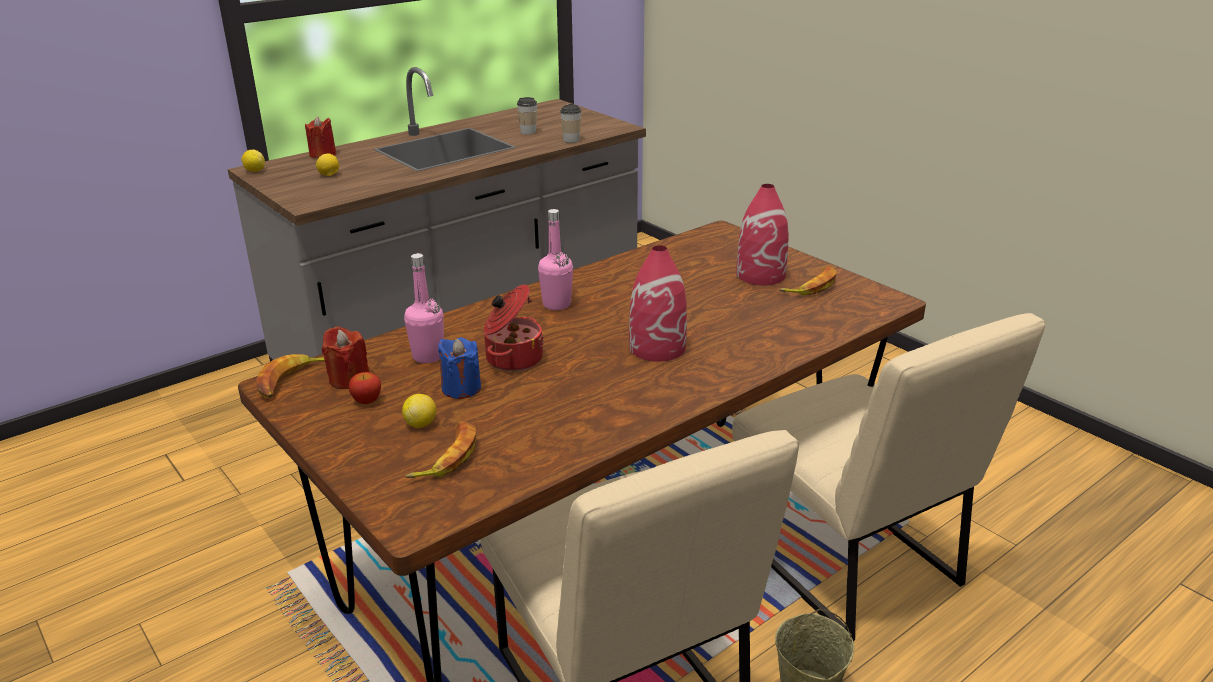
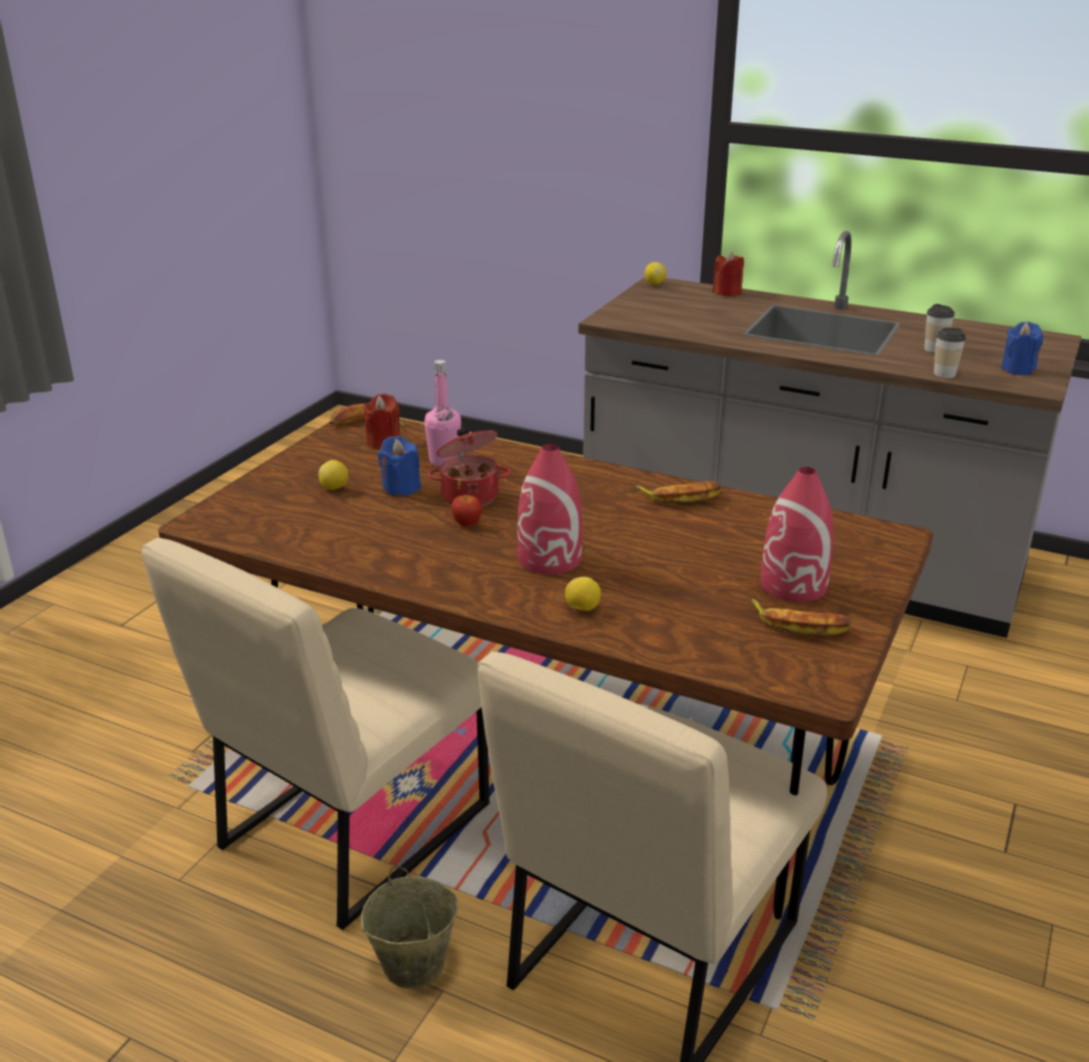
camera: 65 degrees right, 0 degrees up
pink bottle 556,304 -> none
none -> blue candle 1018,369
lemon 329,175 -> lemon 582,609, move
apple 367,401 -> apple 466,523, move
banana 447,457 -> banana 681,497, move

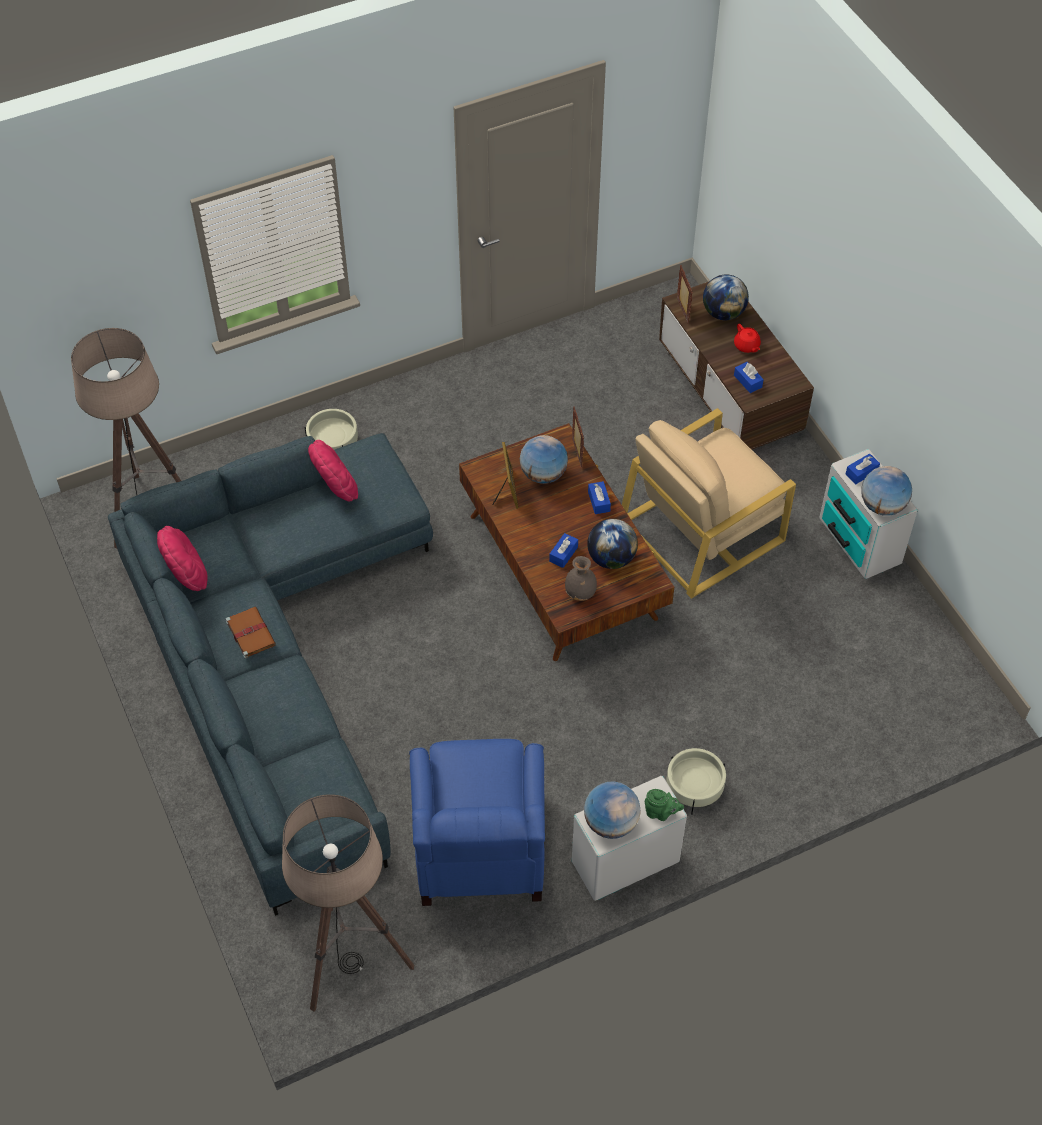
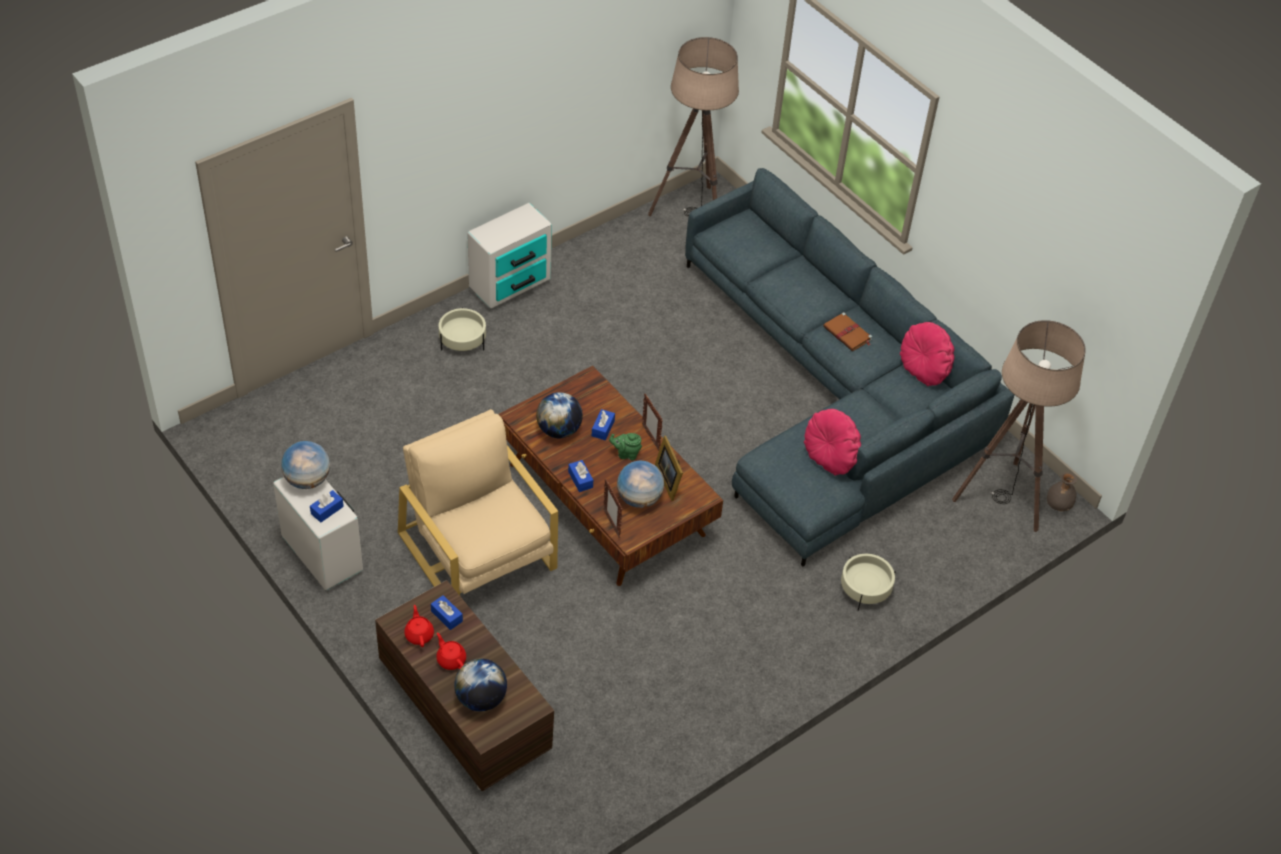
camera: 165 degrees right, 5 degrees down
blue armchair 480,848 -> none
globe 610,823 -> none
none -> red teapot 419,634
grey vase 581,593 -> grey vase 1057,505, move
green teapot 661,813 -> green teapot 626,454, move
picture frame 682,311 -> picture frame 650,437, move
beige armchair 702,529 -> beige armchair 478,551, 75 degrees counterclockwise

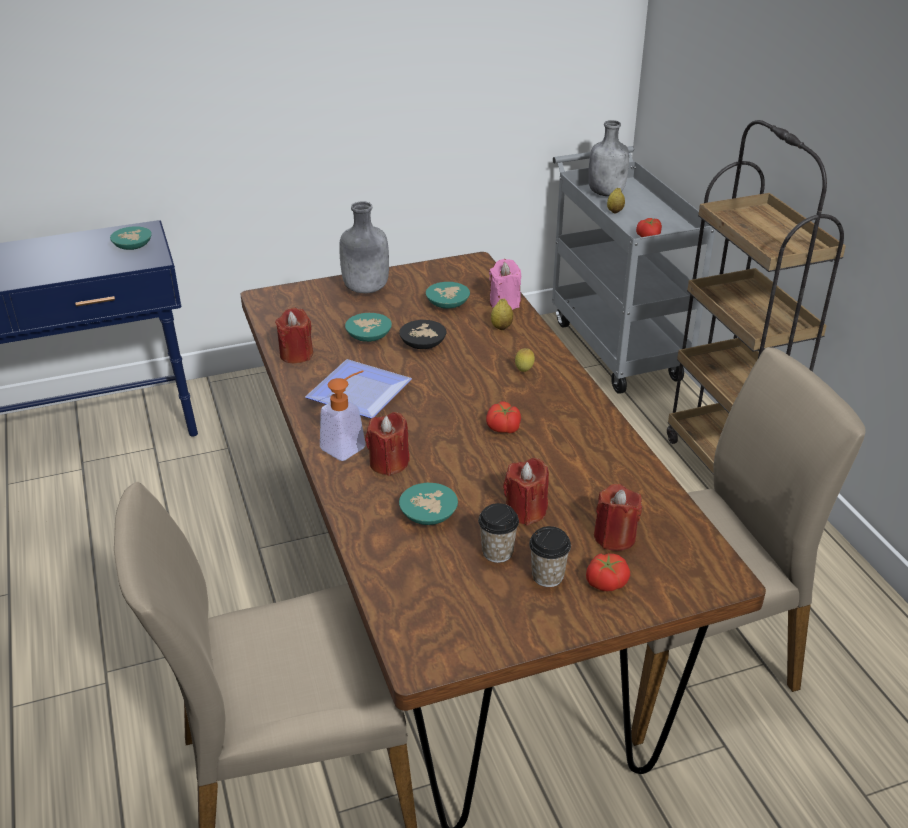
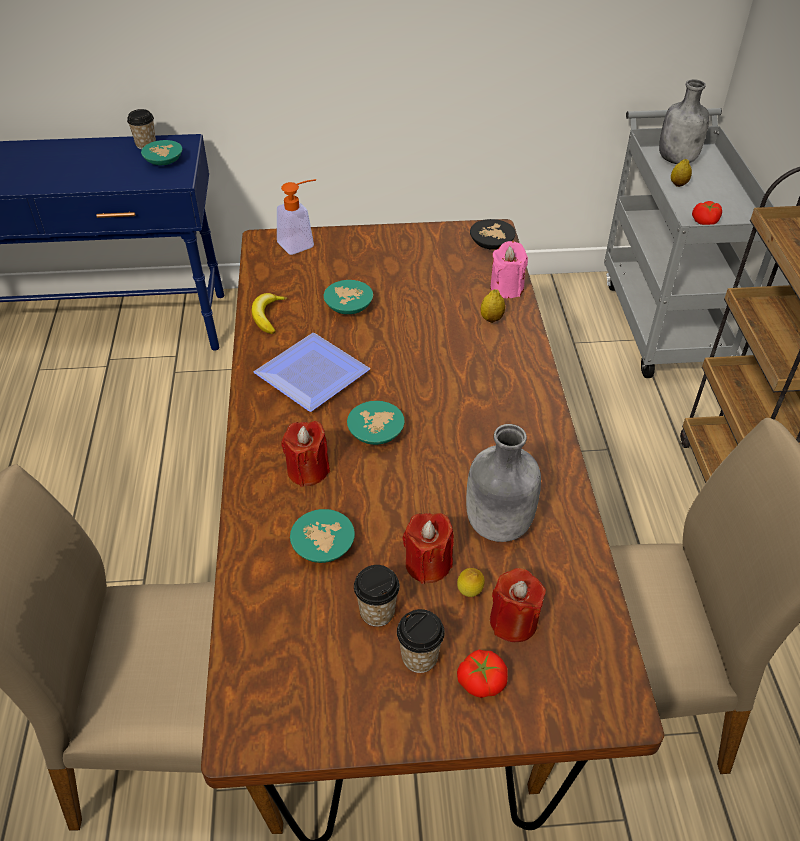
camera: 15 degrees right, 10 degrees up
tomato 503,428 -> none
none -> cup 146,144
soap dispenser 348,445 -> soap dispenser 301,243, move
grey bottle 365,289 -> grey bottle 497,525, move
black bowl 424,344 -> black bowl 493,244, move
turquoise bowl 449,303 -> turquoise bowl 378,432, move
lemon 524,371 -> lemon 469,593, move
red candle 296,354 -> banana 268,316

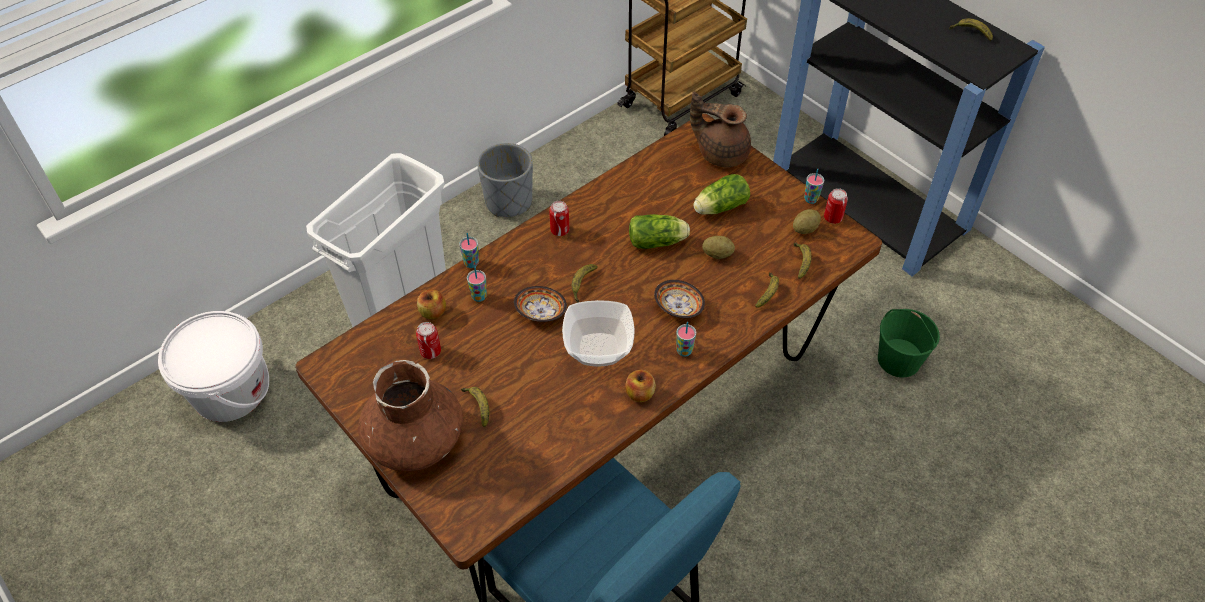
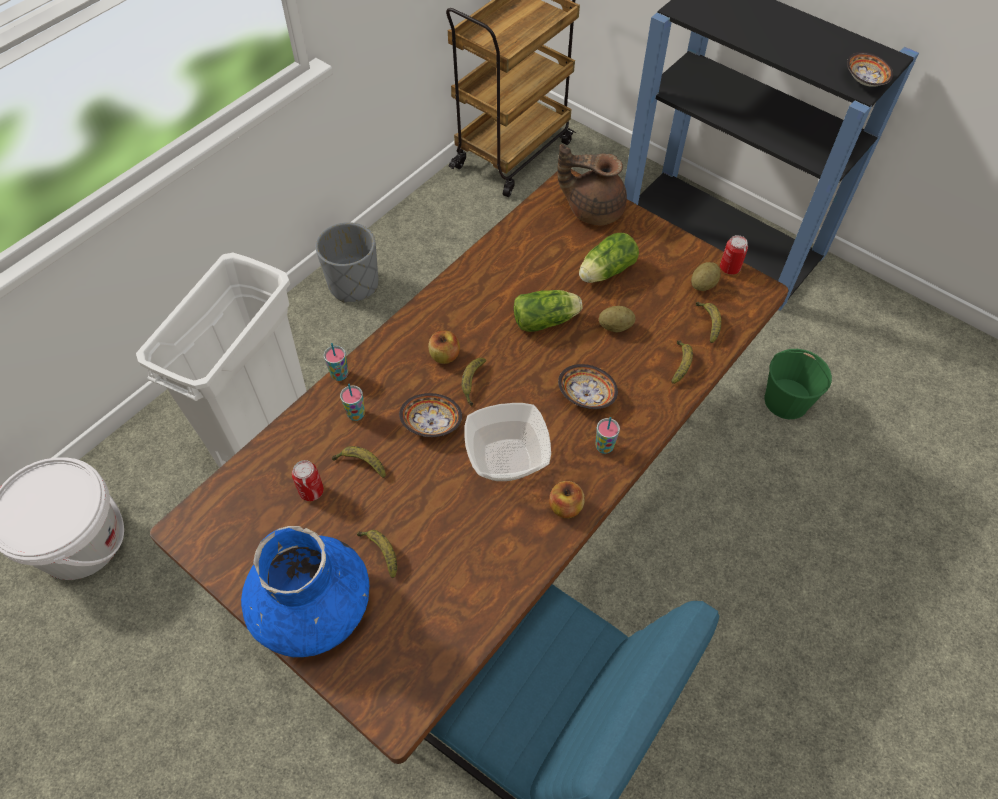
camera: 10 degrees left, 5 degrees up
can 560,230 -> none
cup 811,199 -> none
none -> bowl 864,81
apple 433,312 -> apple 444,356, move
banana 971,33 -> banana 361,464, move
brown vase 415,441 -> blue vase 313,608

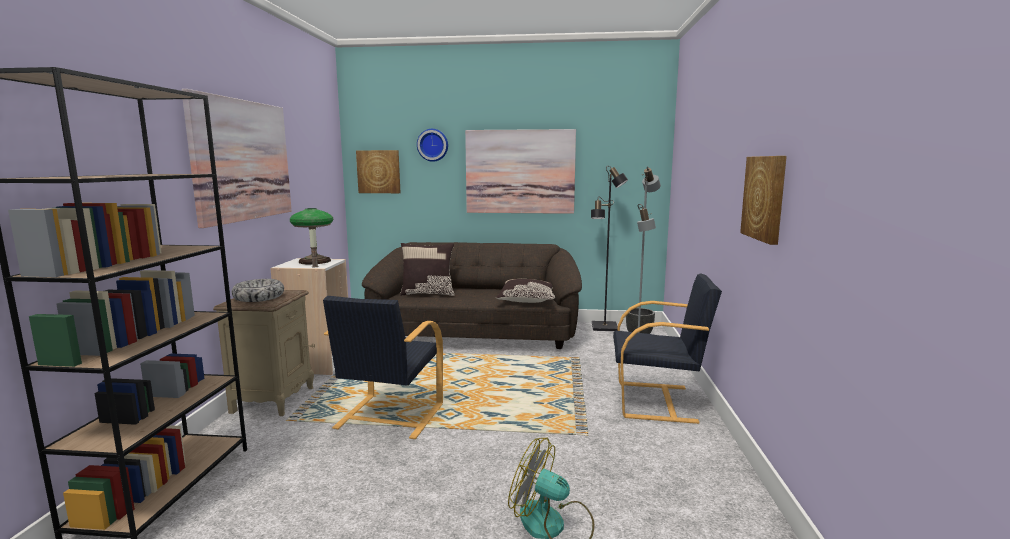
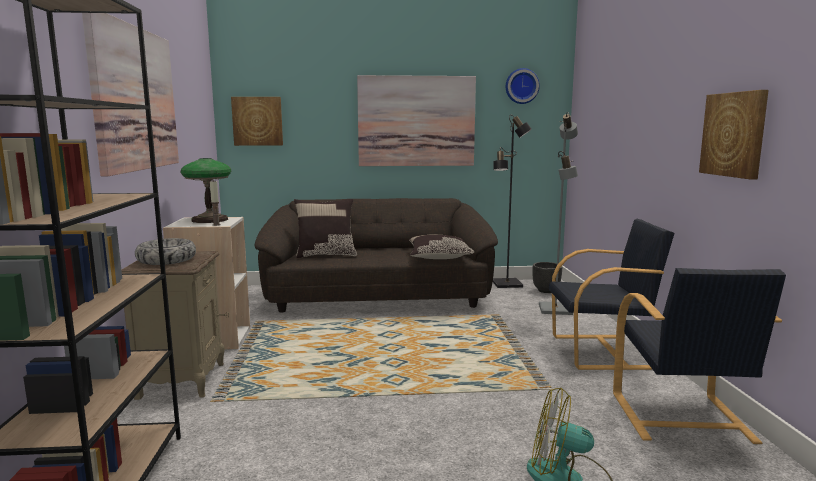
camera: 10 degrees left, 0 degrees up
black armchair 388,417 -> black armchair 681,418, move
wall clock 433,145 -> wall clock 521,86, move

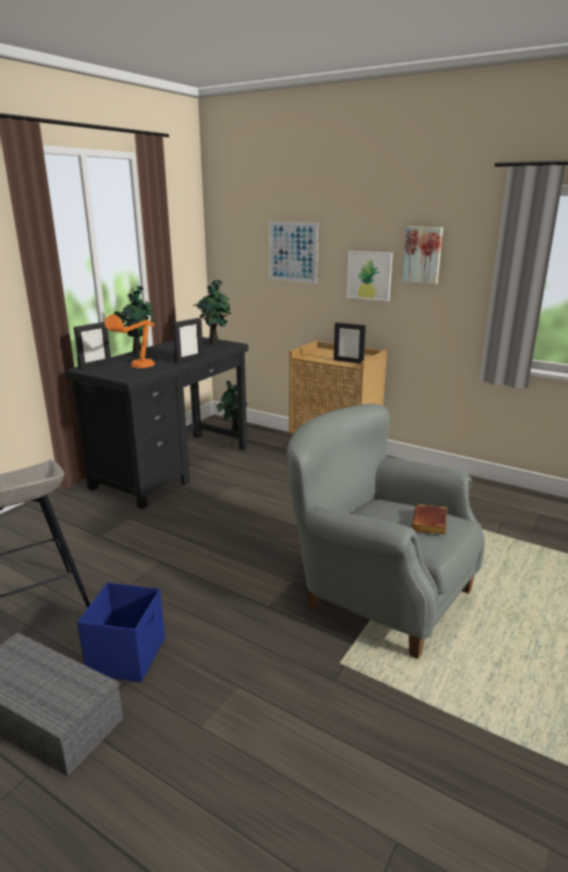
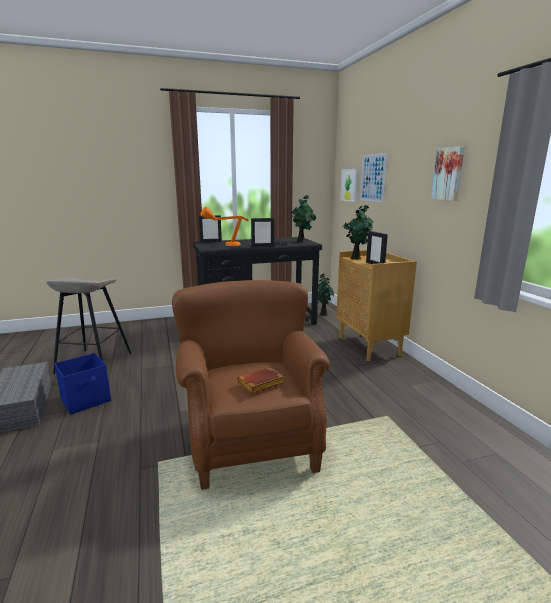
camera: 40 degrees right, 5 degrees down
potted plant 138,355 -> potted plant 356,258, move
picture 369,275 -> picture 349,185, move
grey armchair 378,593 -> brown armchair 251,438

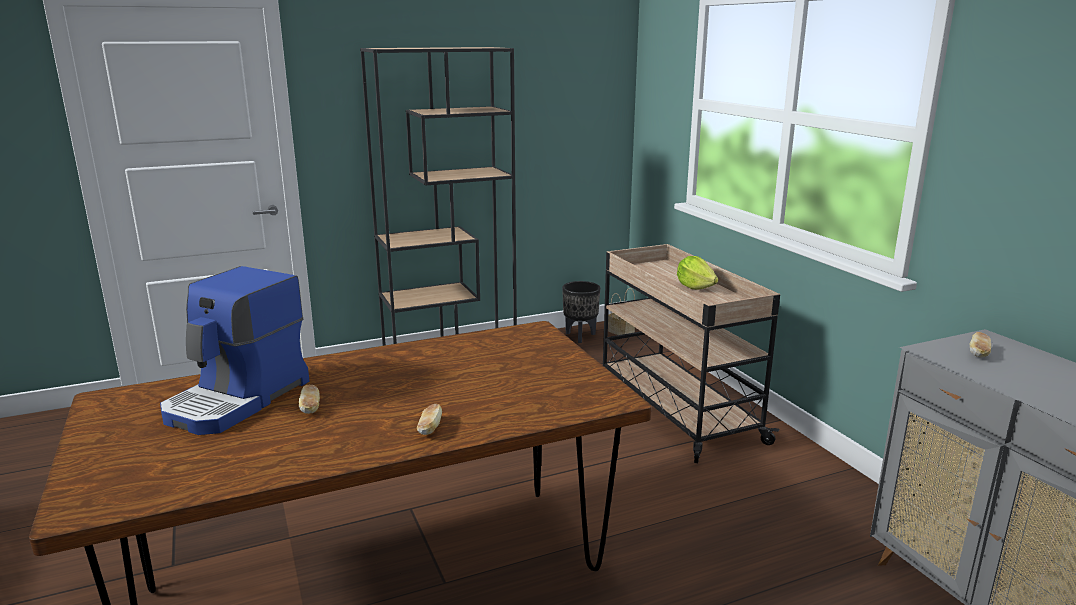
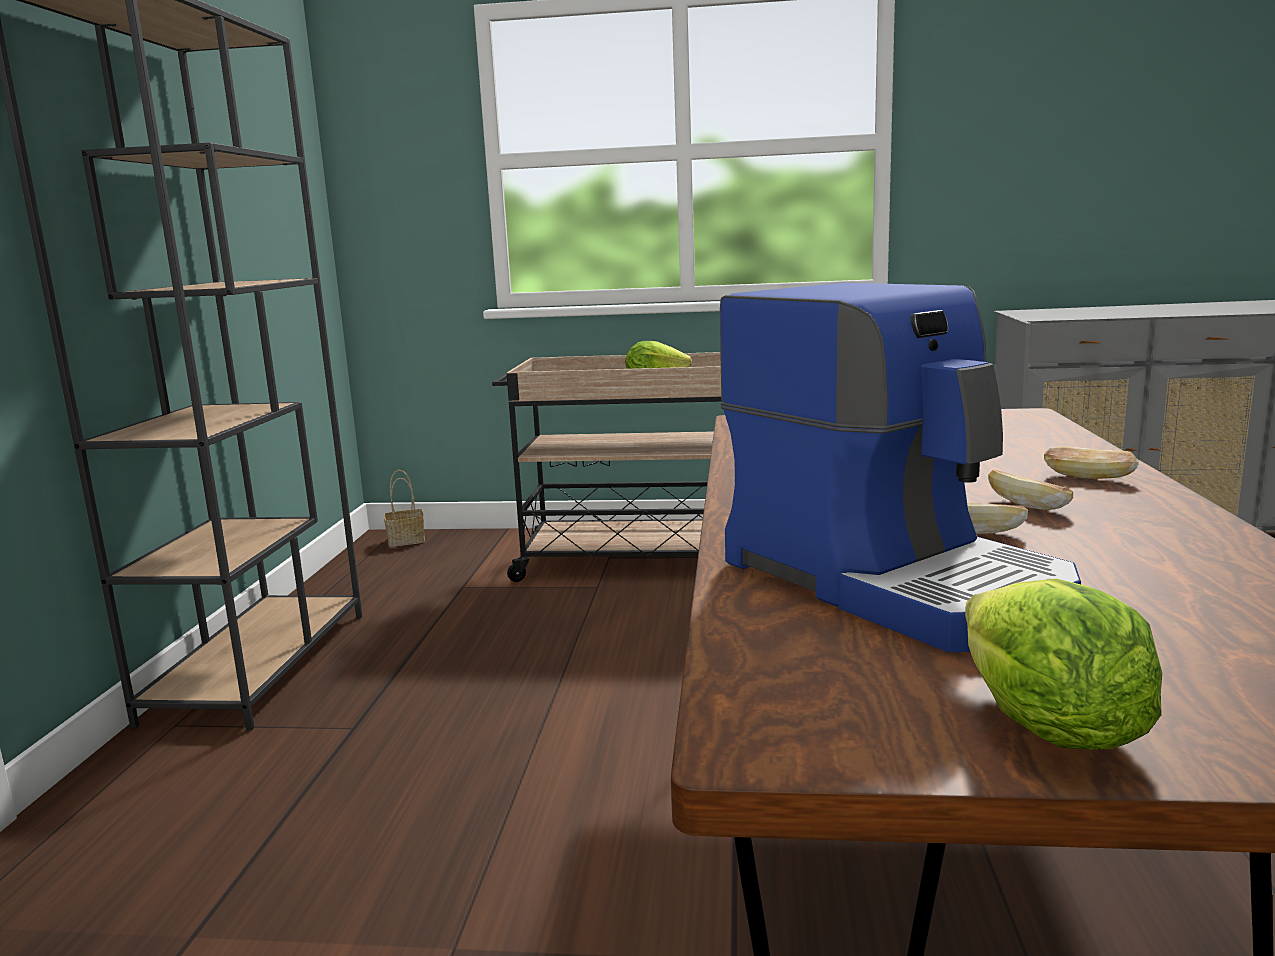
camera: 60 degrees left, 5 degrees down
black planter 580,336 -> none
none -> lettuce 1046,728
bread 979,353 -> bread 1027,506, move

